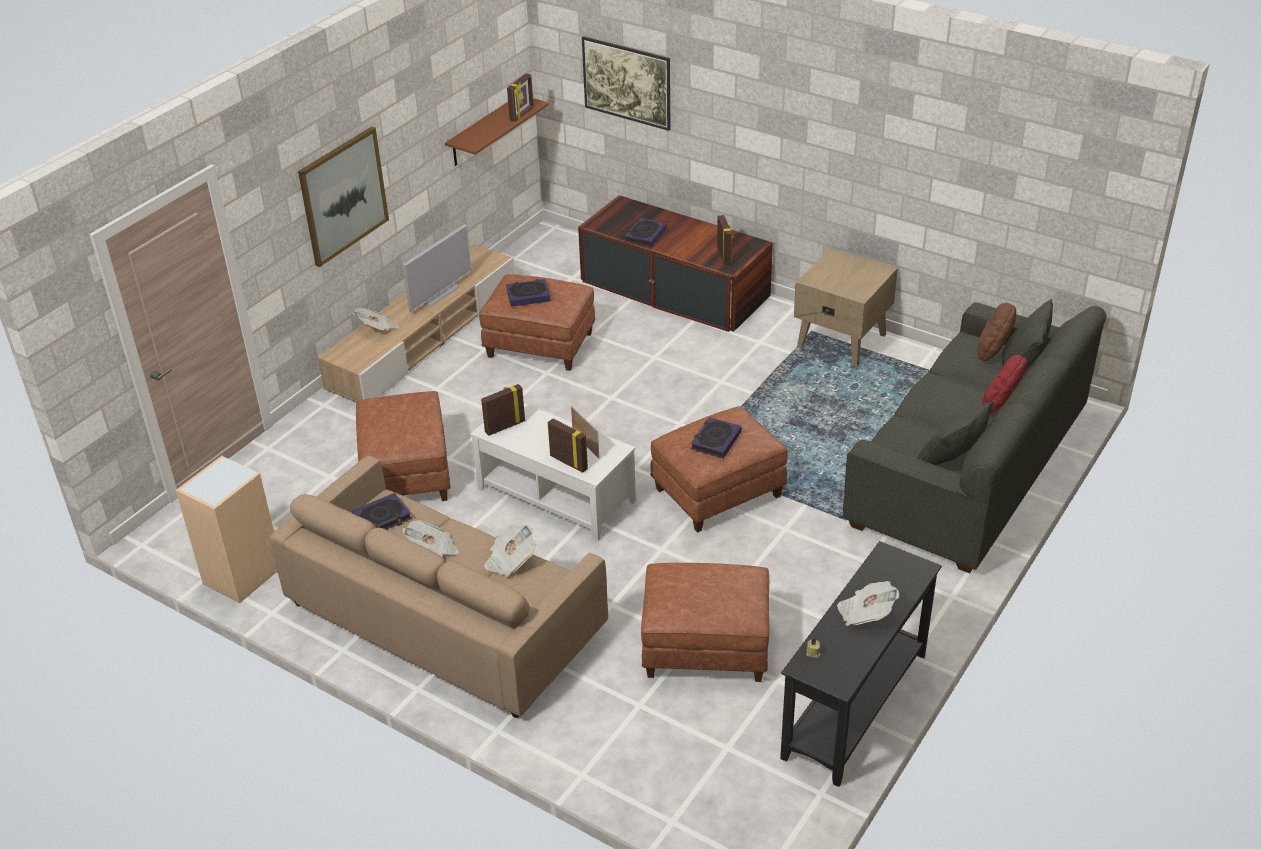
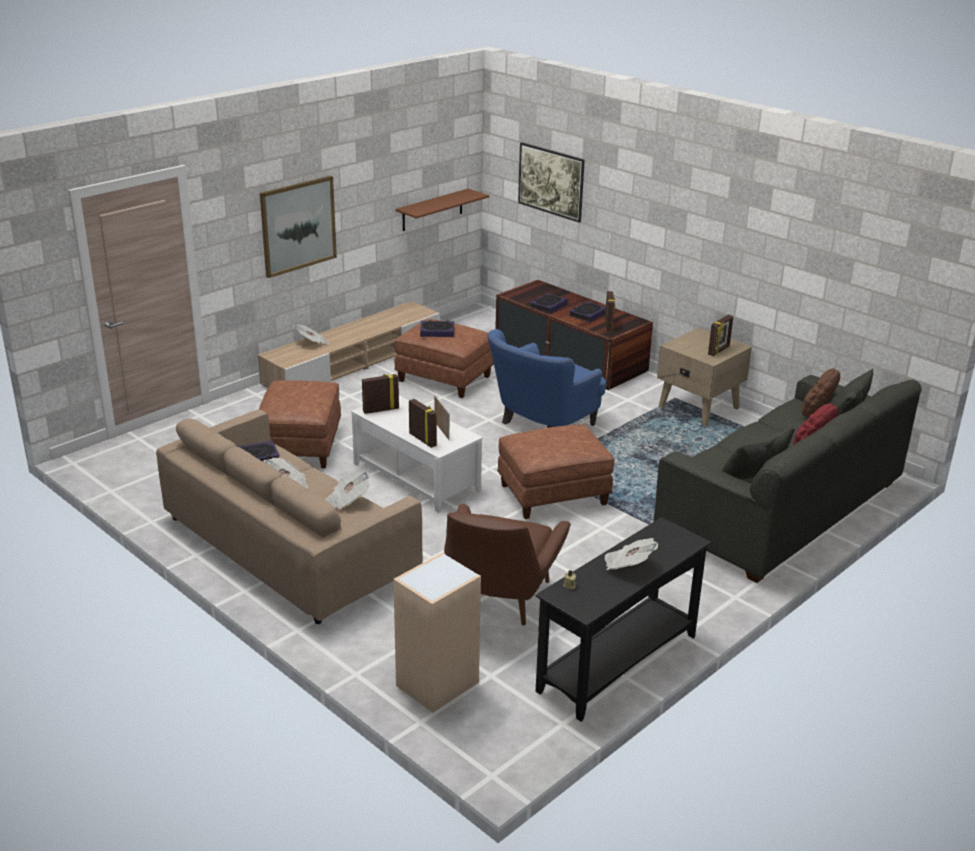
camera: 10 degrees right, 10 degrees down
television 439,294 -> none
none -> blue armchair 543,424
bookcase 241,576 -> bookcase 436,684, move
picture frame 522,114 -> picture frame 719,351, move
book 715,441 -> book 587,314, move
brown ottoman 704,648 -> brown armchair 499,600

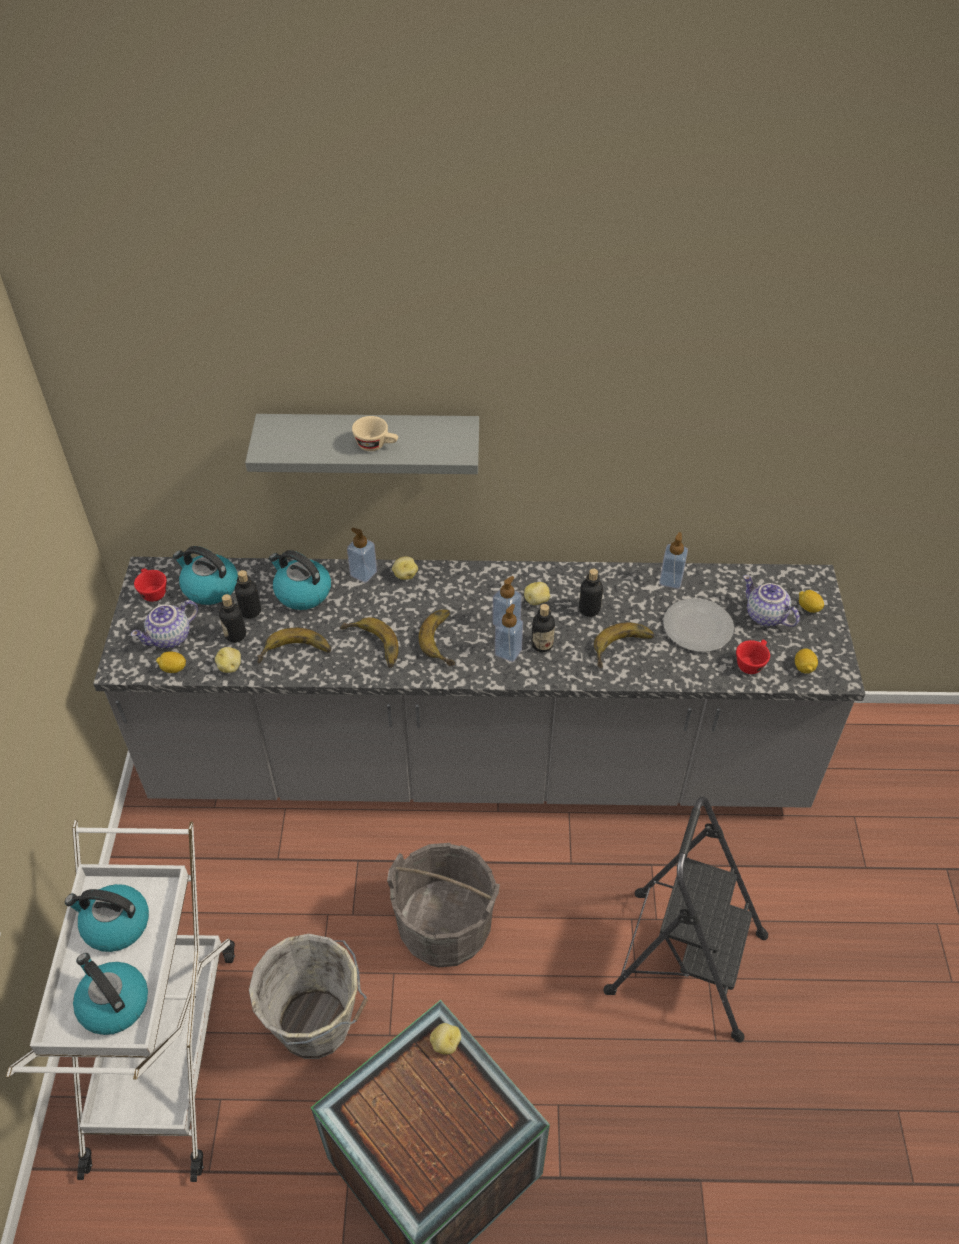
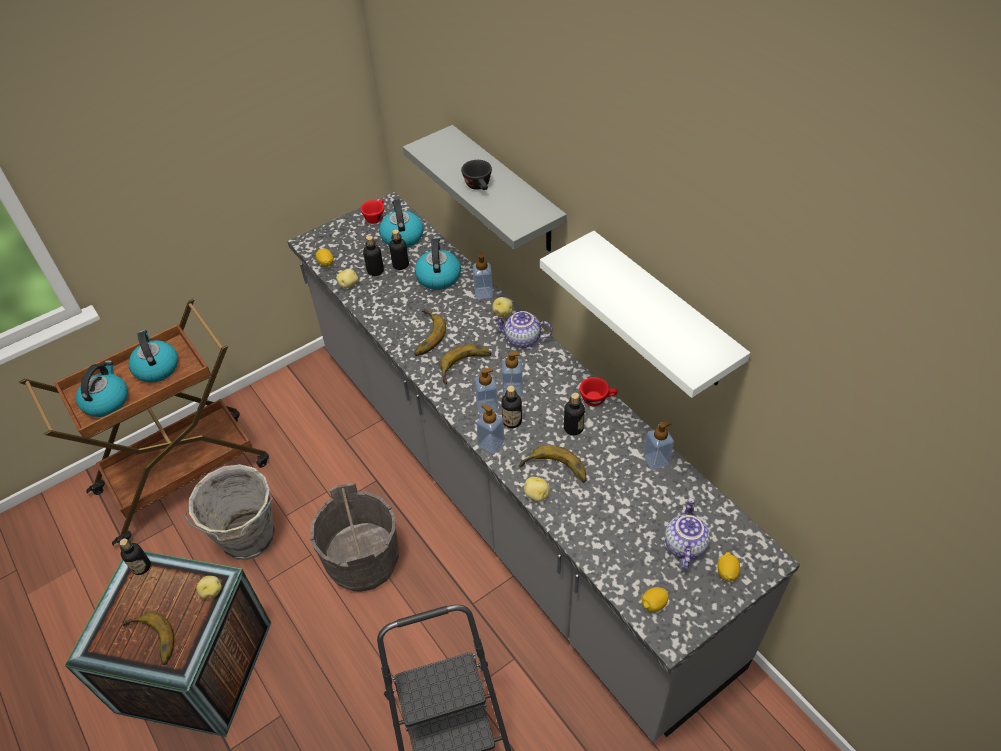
camera: 55 degrees right, 0 degrees up
plate 696,627 -> none
none -> bottle 141,567
none -> soap dispenser 491,444
none -> white shelf 663,312
teapot 170,638 -> teapot 522,340, move
banana 295,654 -> banana 150,642, move
potato 537,600 -> potato 536,495, move
red cup 751,662 -> red cup 597,399, move
white cart 165,1053 -> brown cart 185,478
beige cup 376,445 -> black cup 479,186

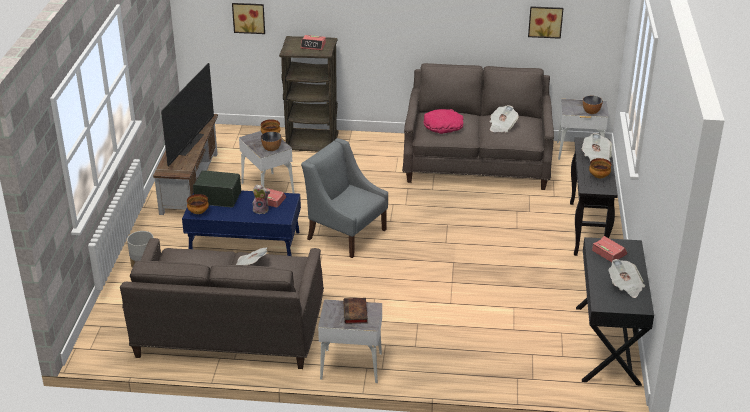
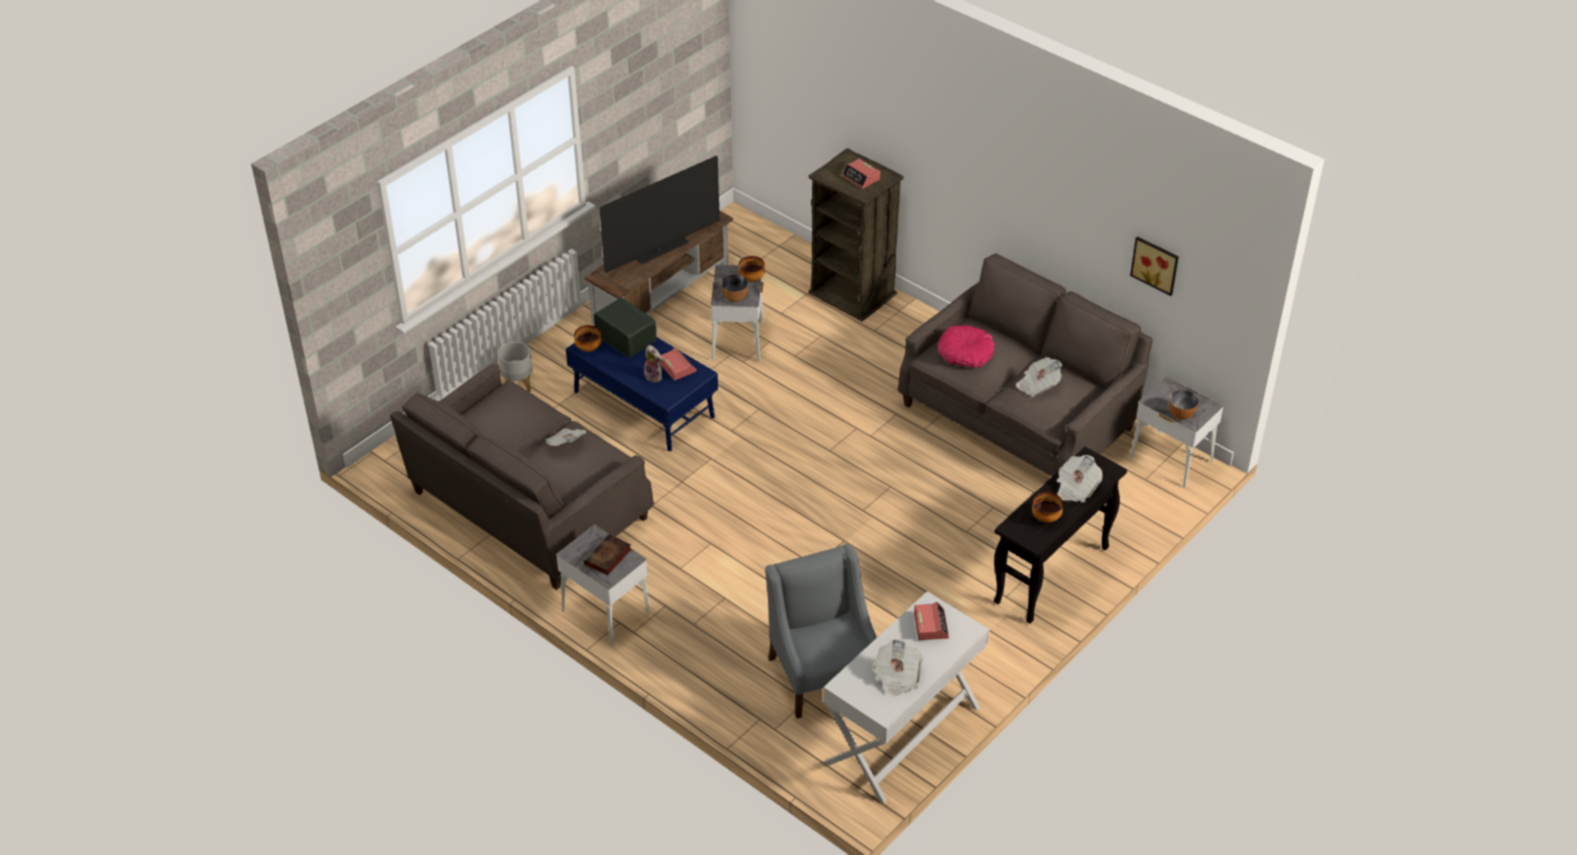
camera: 35 degrees right, 10 degrees up
picture 249,17 -> none
grey armchair 346,234 -> grey armchair 823,674, move
black console table 608,344 -> white console table 903,735

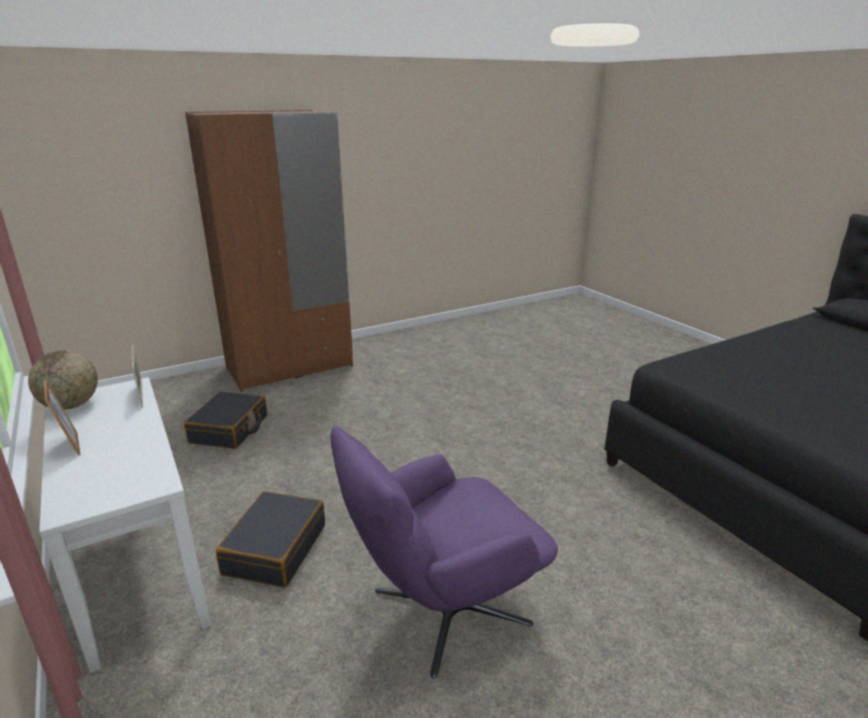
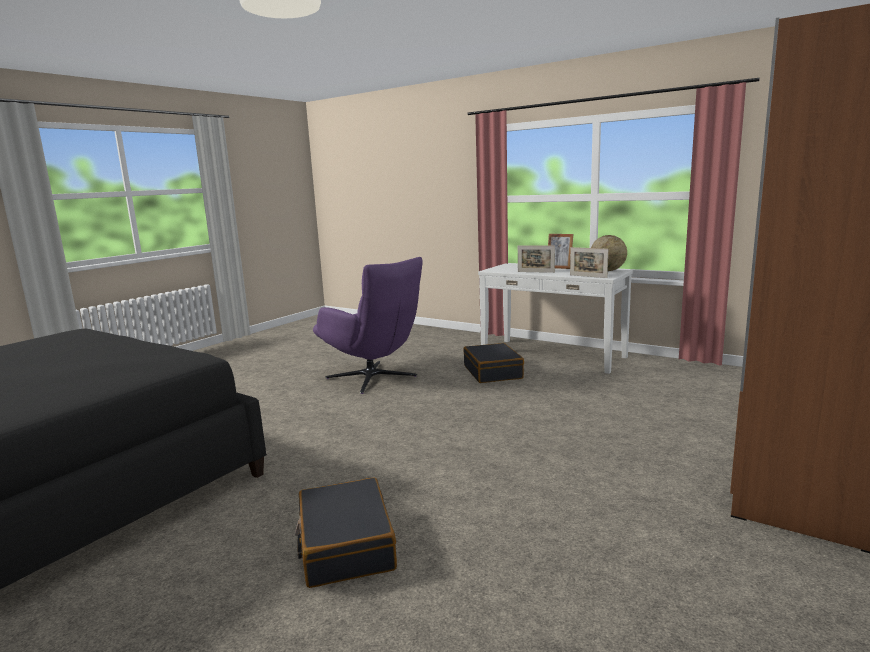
camera: 155 degrees right, 10 degrees down
none -> picture frame 536,272
black suitcase 230,429 -> black suitcase 345,545, move
purple armchair 446,610 -> purple armchair 372,378, 105 degrees clockwise

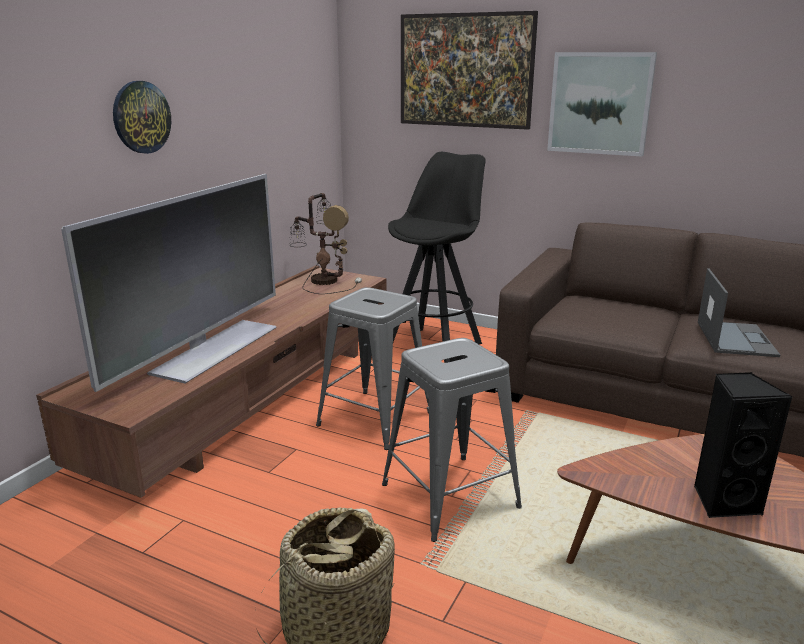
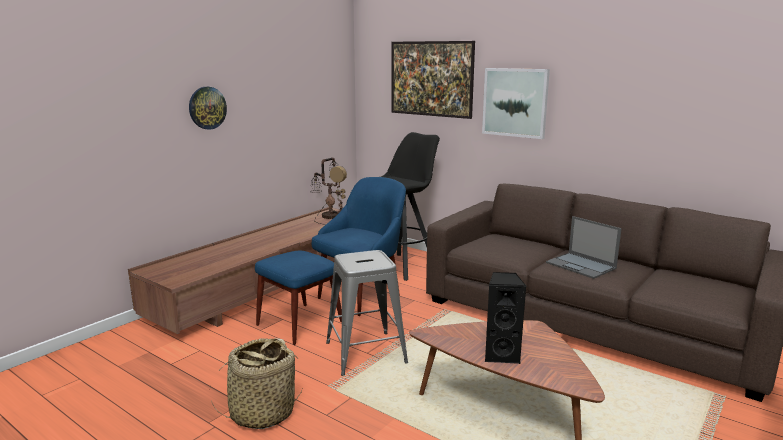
camera: 10 degrees right, 5 degrees down
television 213,349 -> none
grey stool 374,419 -> blue armchair 340,306
laptop 735,338 -> laptop 581,266, 120 degrees clockwise

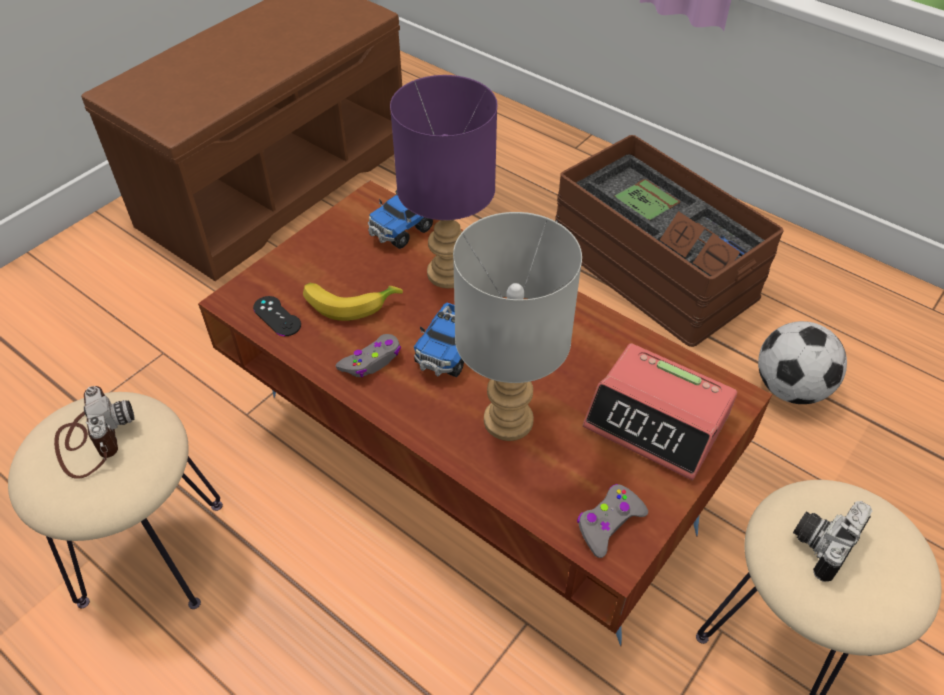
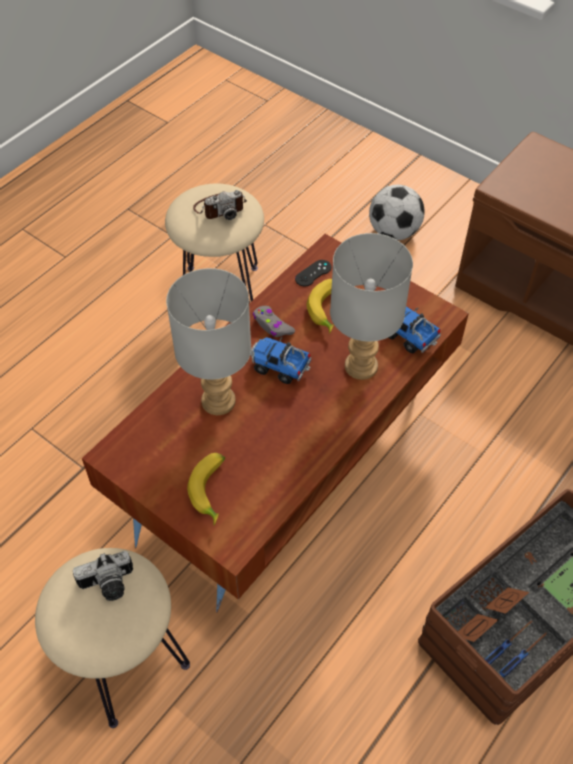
camera: 90 degrees right, 5 degrees up
grey game controller 608,523 -> none
football 790,388 -> football 394,232, move
alarm clock 657,421 -> banana 213,491
purple table lamp 448,272 -> grey table lamp 362,366
photo camera 820,542 -> photo camera 108,586, 120 degrees clockwise

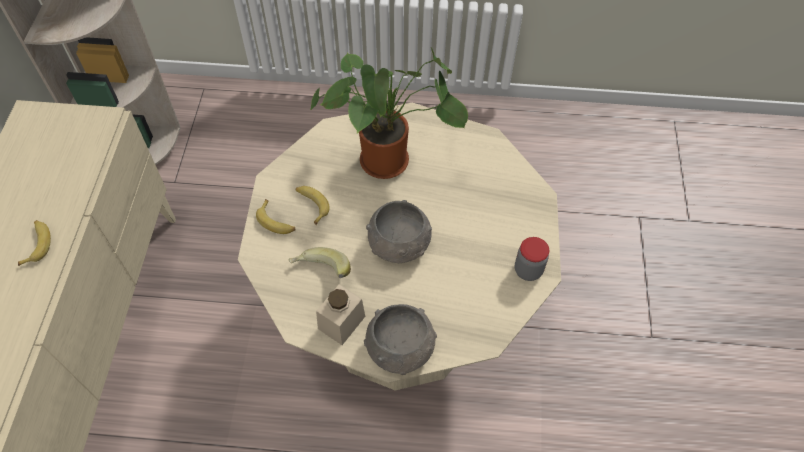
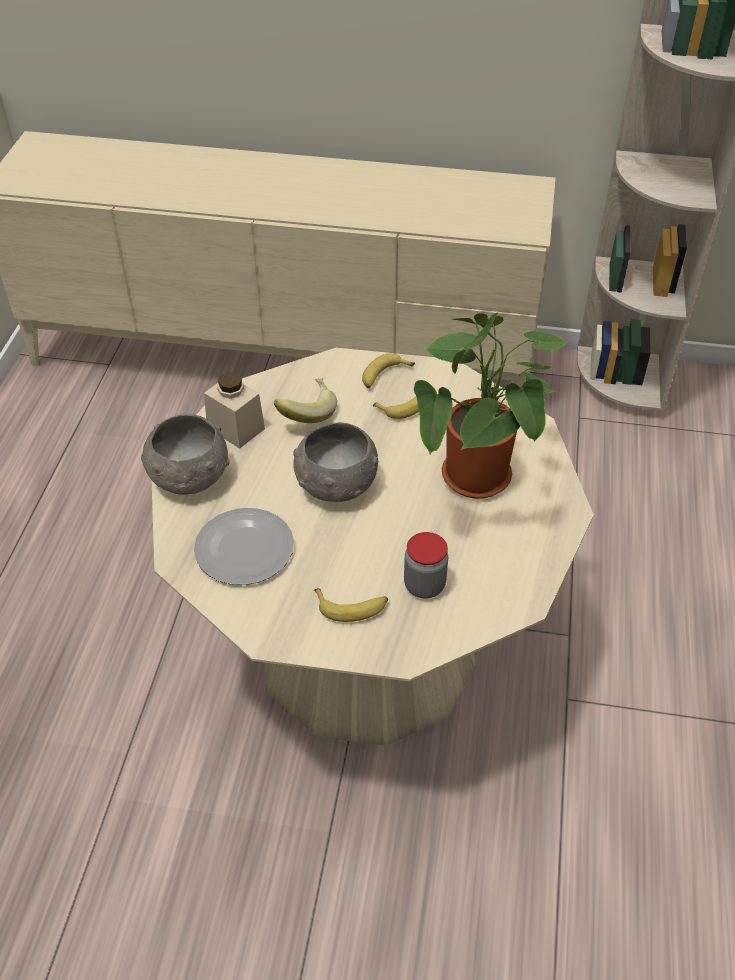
camera: 95 degrees right, 10 degrees down
none -> plate 245,550
banana 37,244 -> banana 352,607, move
jar 528,270 -> jar 424,585, move

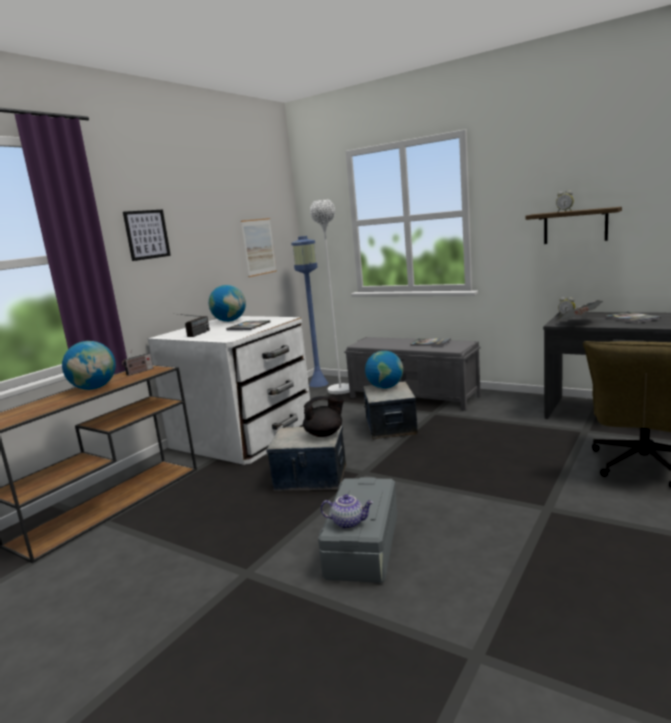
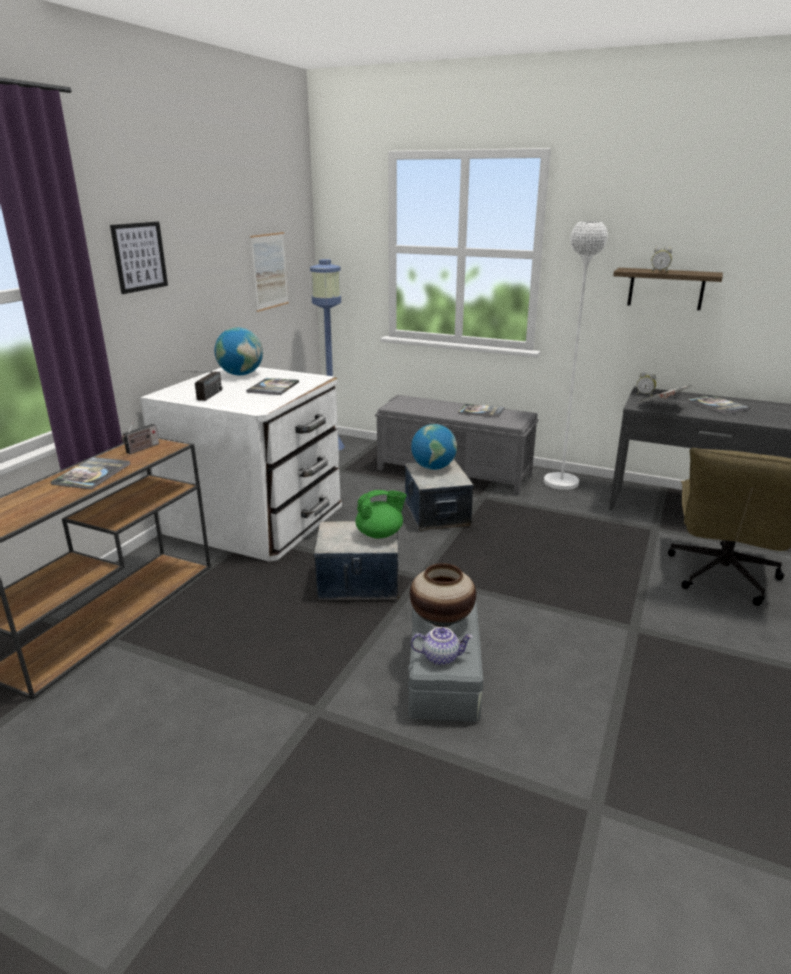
camera: 10 degrees left, 10 degrees up
none -> vase 441,620
white floor lamp 340,390 -> white floor lamp 561,482, move
globe 94,388 -> book 92,474
black teapot 325,434 -> green teapot 380,534

